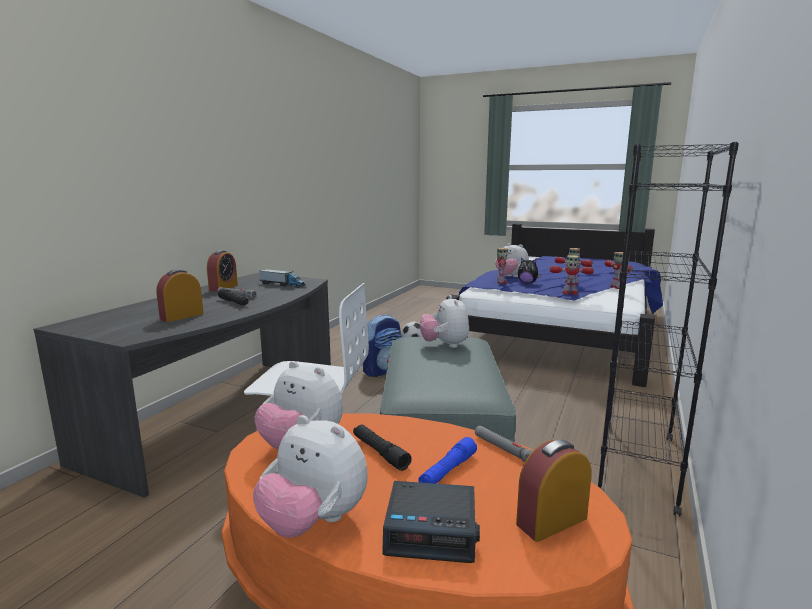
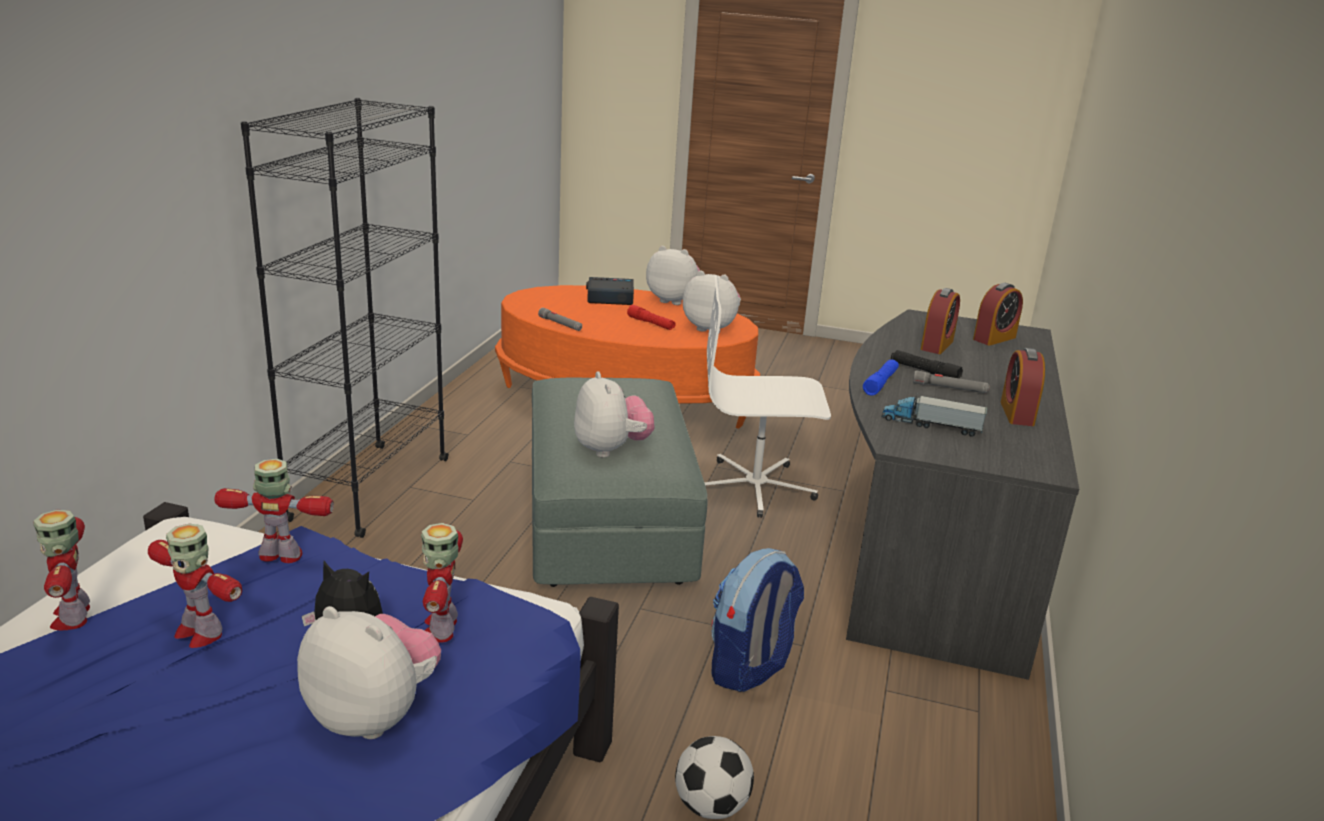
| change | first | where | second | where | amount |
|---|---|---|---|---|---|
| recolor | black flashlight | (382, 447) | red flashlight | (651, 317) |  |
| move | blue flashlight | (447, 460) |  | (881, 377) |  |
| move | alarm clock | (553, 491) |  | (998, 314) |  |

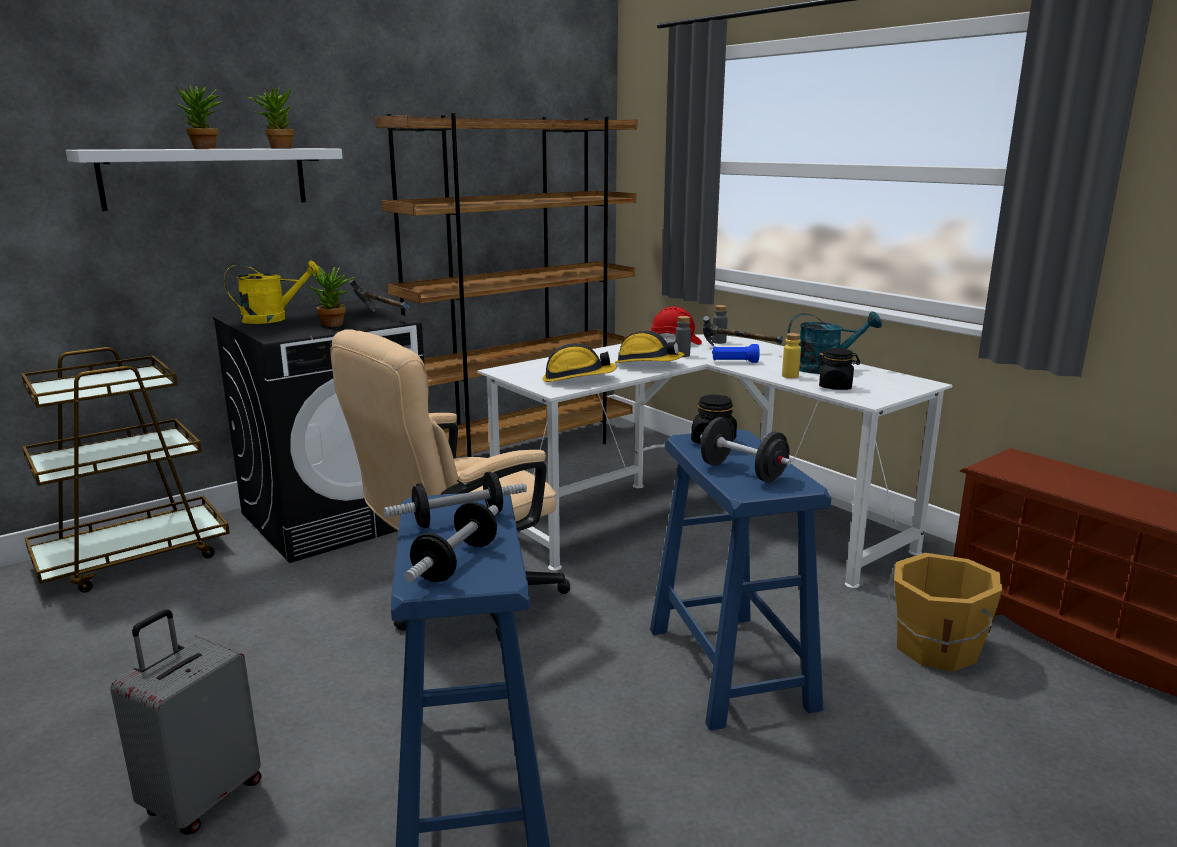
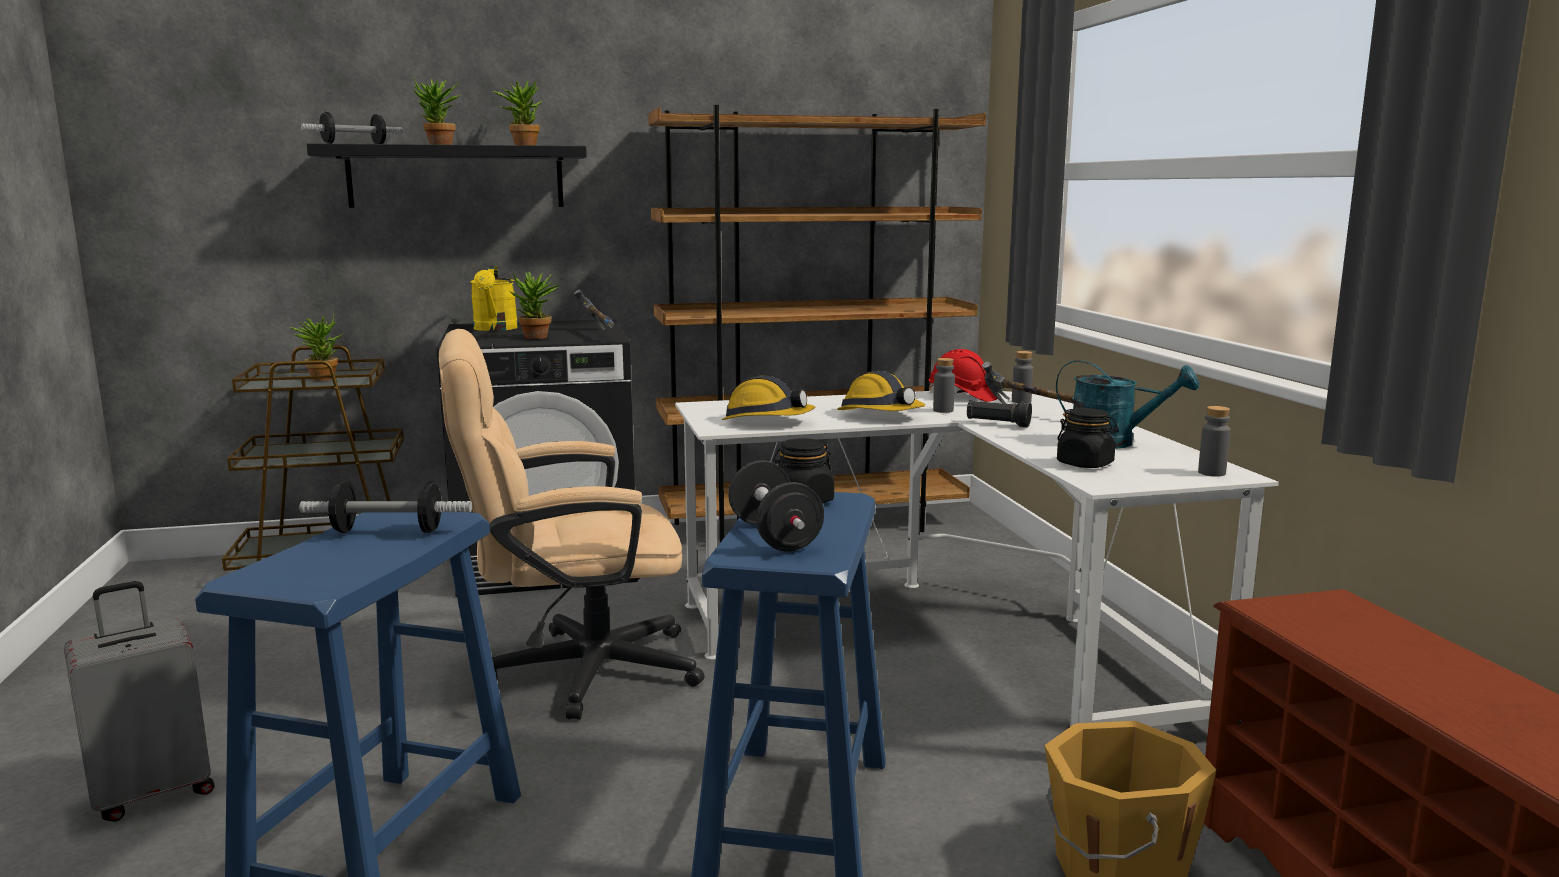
| change | first | where | second | where | amount |
|---|---|---|---|---|---|
| insert |  |  | potted plant | (316, 347) |  |
| move | dumbbell | (451, 542) |  | (351, 128) |  |
| recolor | white shelf | (204, 179) | black shelf | (446, 175) |  |
| rotate | yellow watering can | (272, 292) |  | (494, 298) | 75 degrees clockwise |
| recolor | blue flashlight | (736, 353) | black flashlight | (999, 413) |  |
| insert |  |  | grey bottle | (1214, 441) |  |
| delete | yellow bottle | (791, 355) |  |  |  |

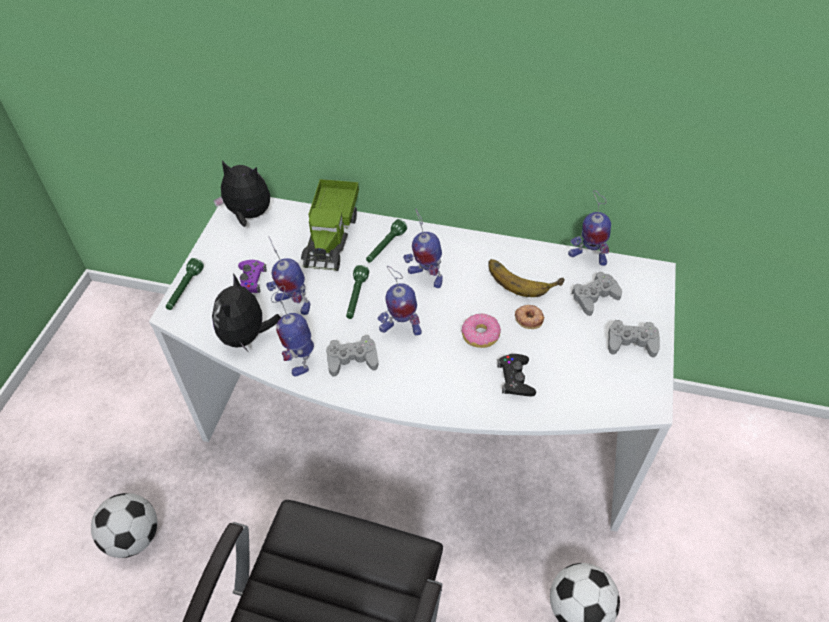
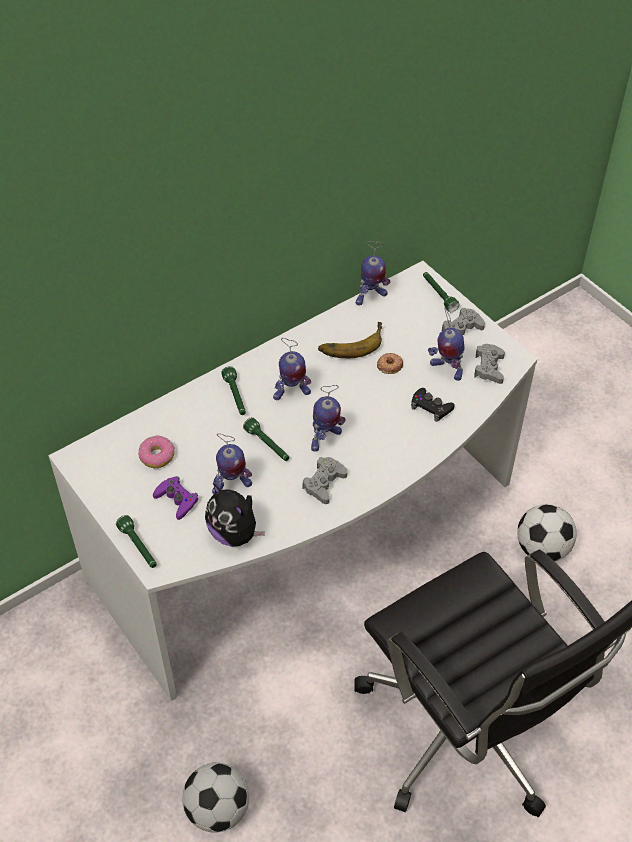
| change | first | where | second | where | amount |
|---|---|---|---|---|---|
| move | donut | (481, 330) |  | (156, 452) |  |
| insert |  |  | green flashlight | (441, 292) |  |
| move | toy robot | (292, 331) |  | (446, 344) |  |
| move | grey game controller | (597, 294) |  | (489, 364) |  |
| delete | plush toy | (241, 194) |  |  |  |
| delete | toy truck | (330, 225) |  |  |  |

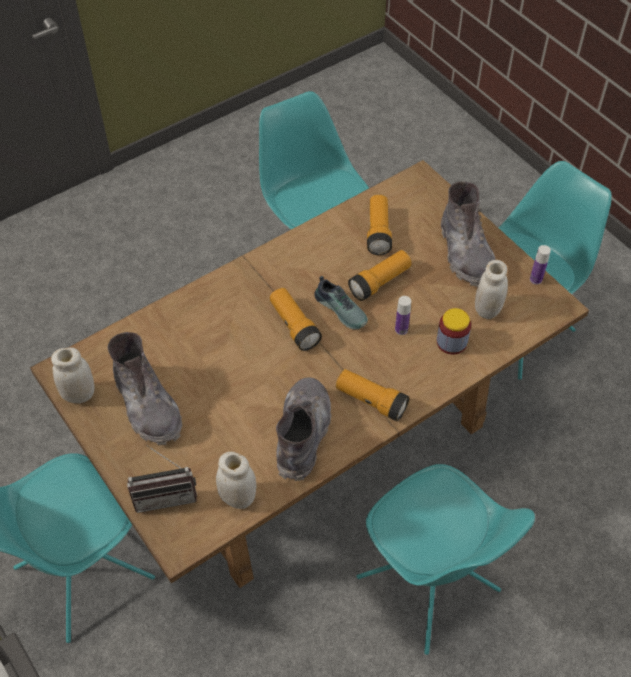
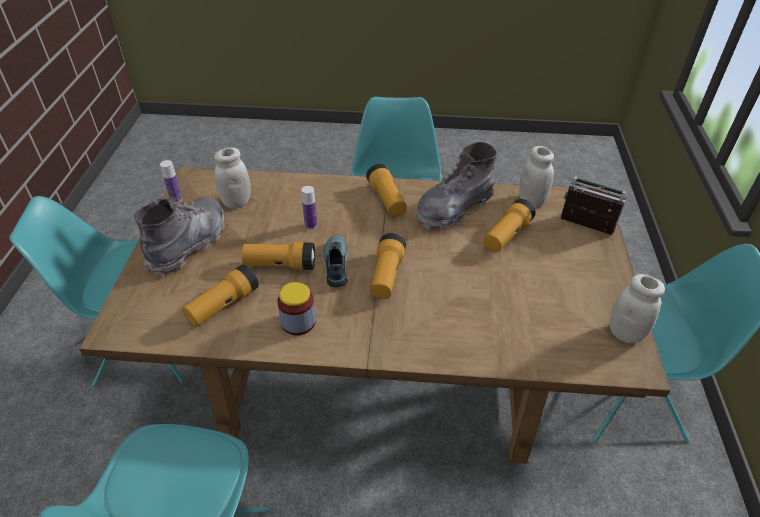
| change | first | where | second | where | amount |
|---|---|---|---|---|---|
| move | jar | (454, 331) |  | (296, 308) |  |
| insert |  |  | flashlight | (510, 225) |  |
| delete | grey boot | (145, 388) |  |  |  |

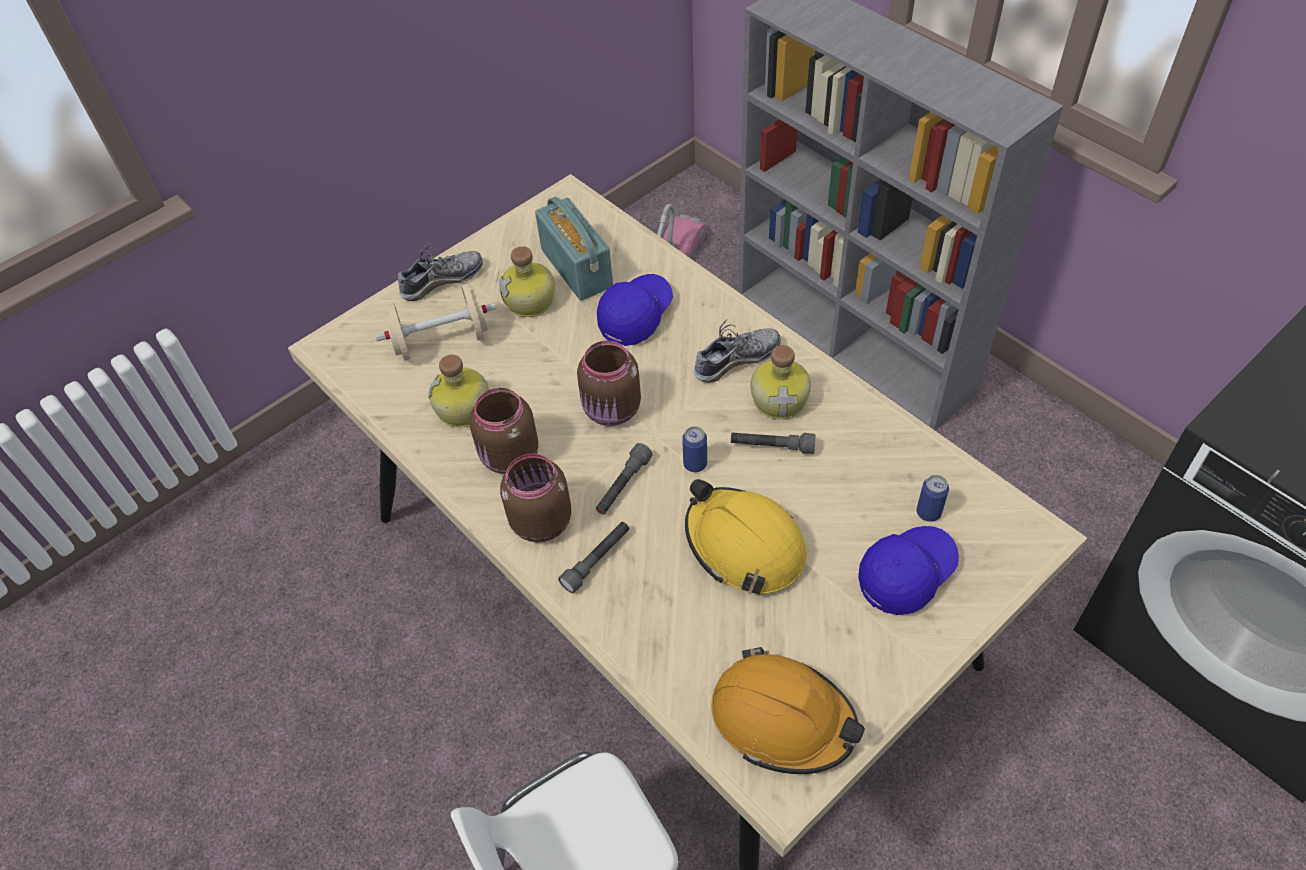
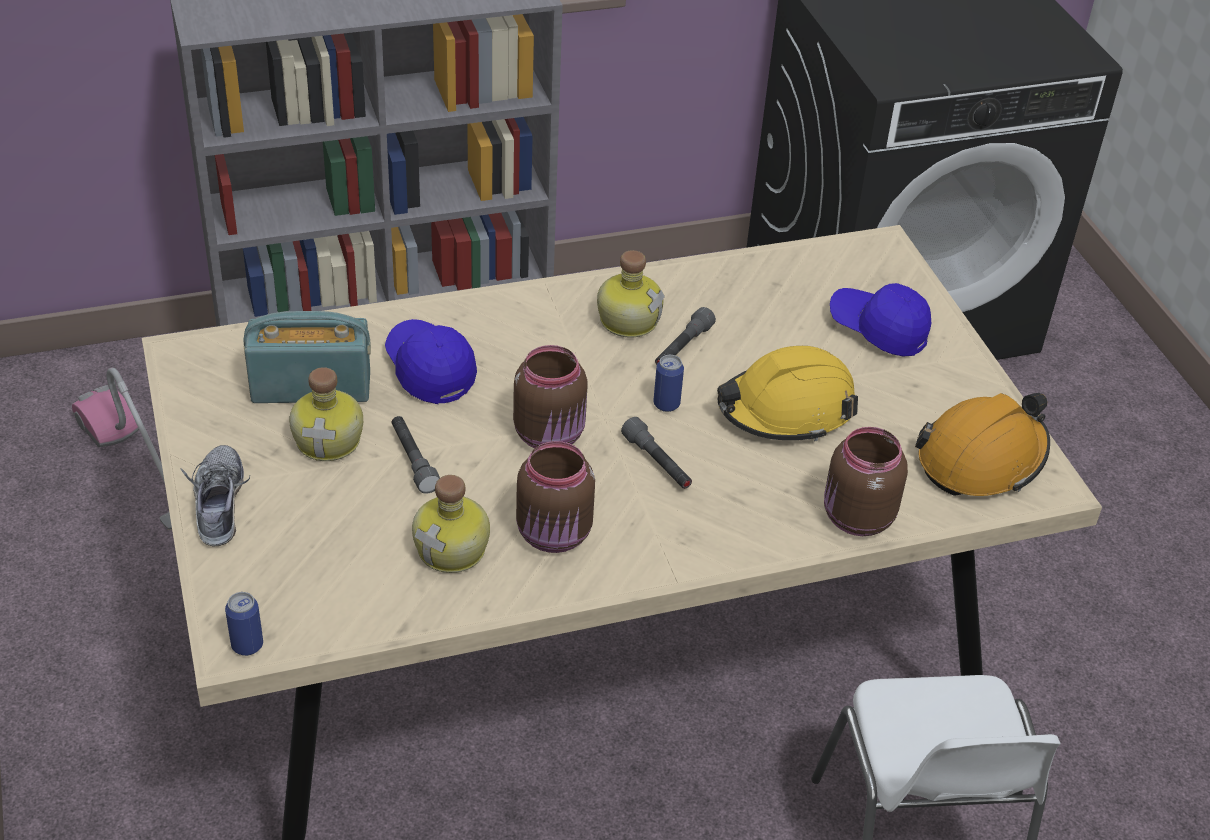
| change | first | where | second | where | amount |
|---|---|---|---|---|---|
| move | can | (933, 498) |  | (244, 624) |  |
| move | grey flashlight | (593, 557) |  | (415, 454) |  |
| move | brown jar | (535, 498) |  | (866, 481) |  |
| rotate | blue cap | (908, 570) |  | (880, 319) | 45 degrees counterclockwise |
| delete | beige dumbbell | (435, 322) |  |  |  |
| delete | shoe | (737, 351) |  |  |  |

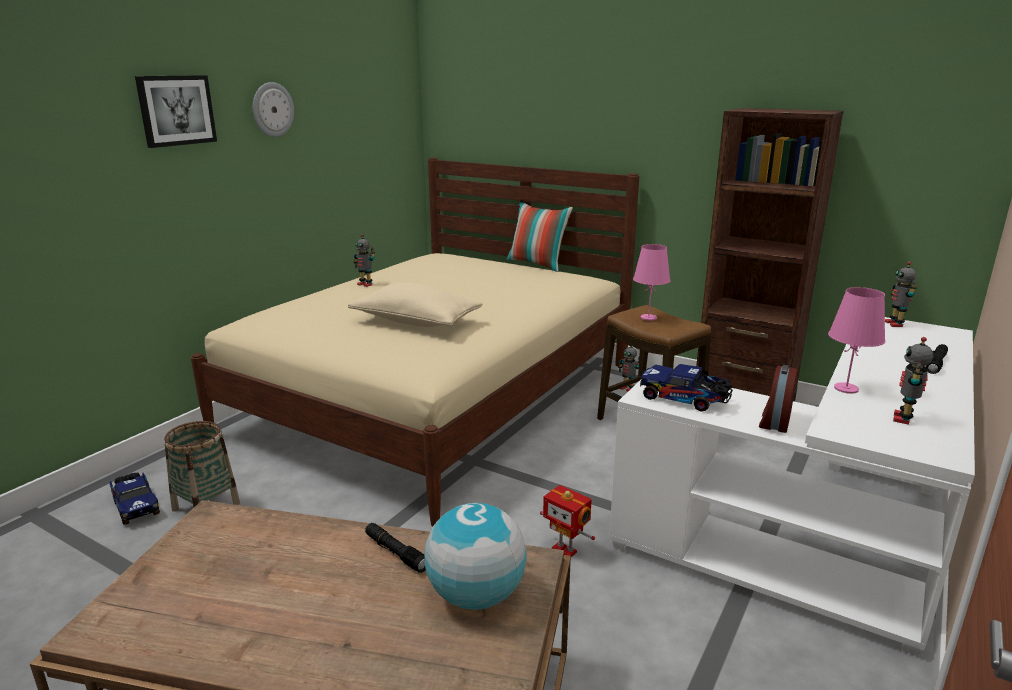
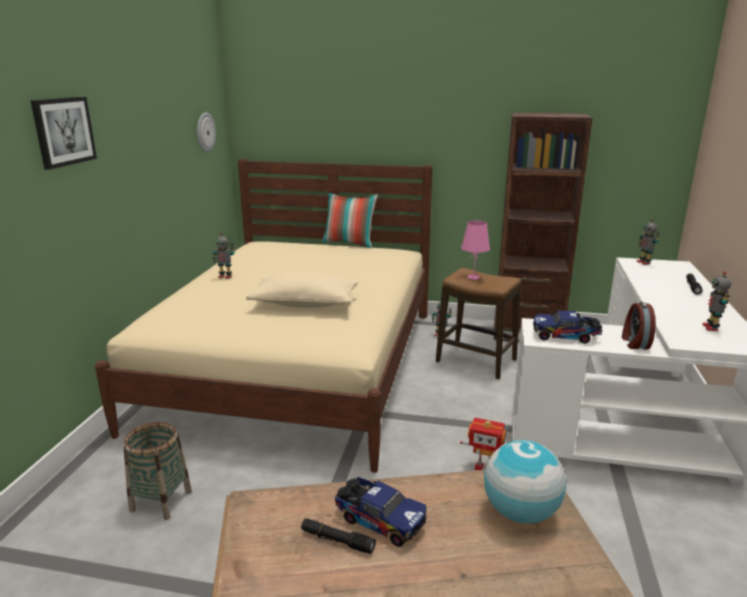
| change | first | where | second | where | amount |
|---|---|---|---|---|---|
| move | wall clock | (273, 109) |  | (206, 132) |  |
| move | black flashlight | (395, 548) |  | (338, 536) |  |
| move | toy truck | (134, 499) |  | (381, 512) |  |
| delete | pink table lamp | (856, 340) |  |  |  |

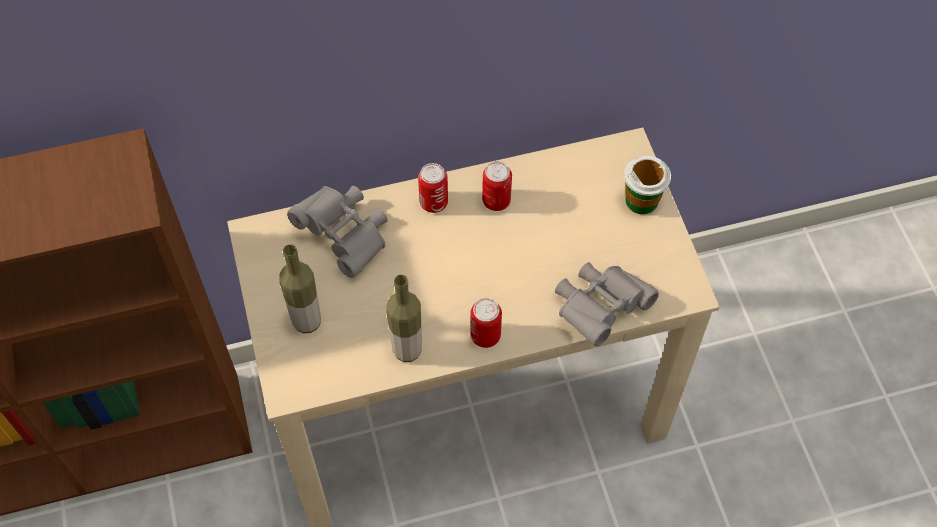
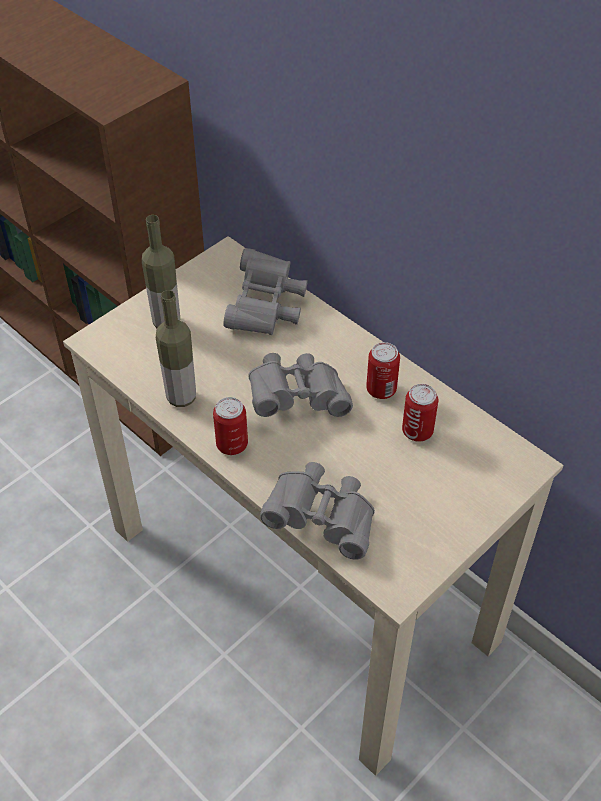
| change | first | where | second | where | amount |
|---|---|---|---|---|---|
| insert |  |  | grey binoculars | (300, 385) |  |
| move | can | (433, 188) |  | (420, 412) |  |
| delete | cup | (647, 185) |  |  |  |

